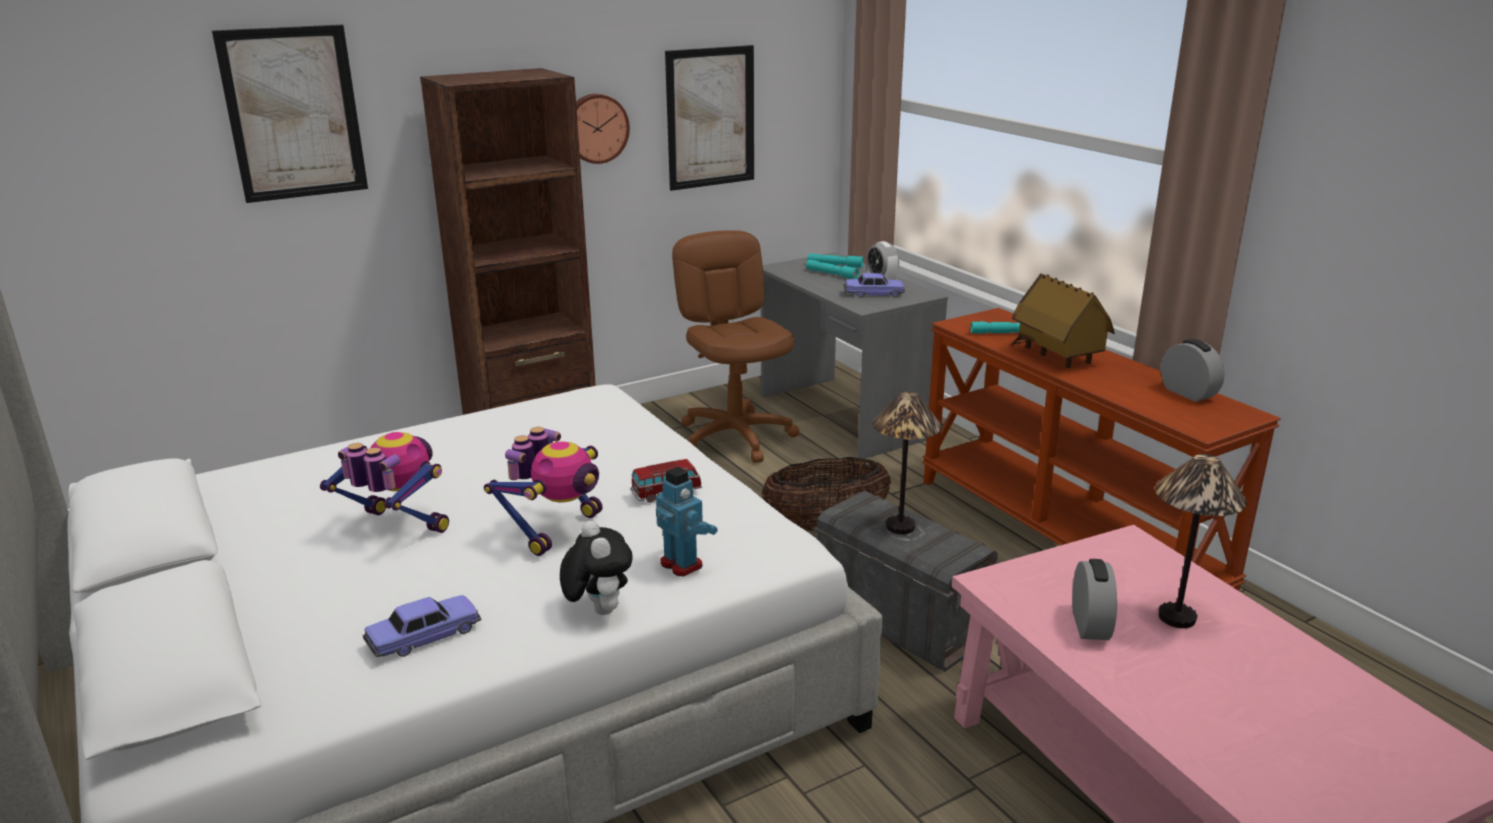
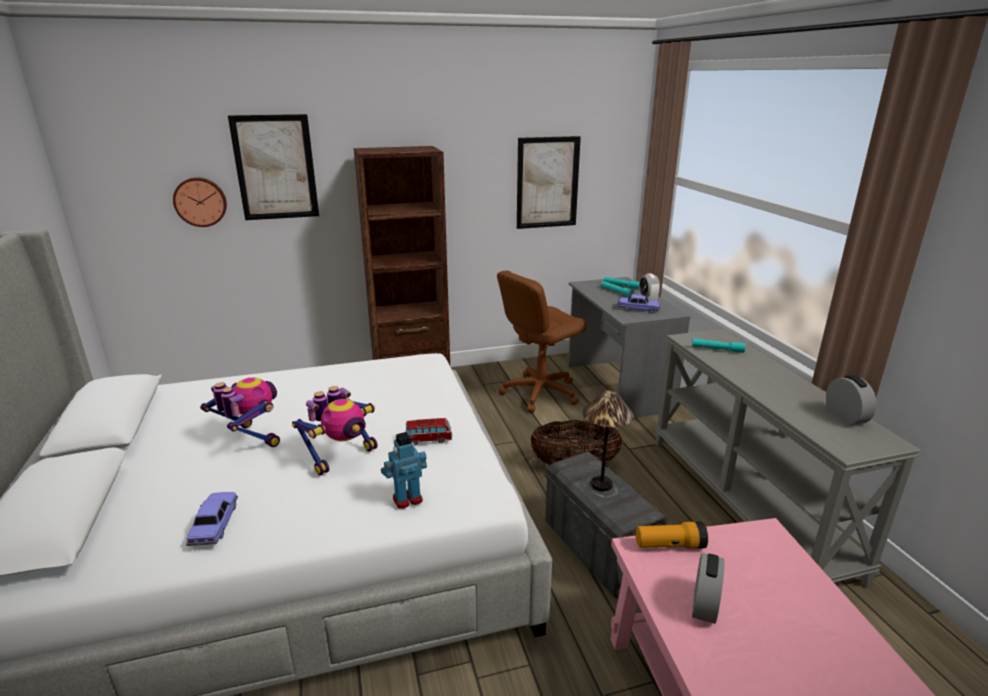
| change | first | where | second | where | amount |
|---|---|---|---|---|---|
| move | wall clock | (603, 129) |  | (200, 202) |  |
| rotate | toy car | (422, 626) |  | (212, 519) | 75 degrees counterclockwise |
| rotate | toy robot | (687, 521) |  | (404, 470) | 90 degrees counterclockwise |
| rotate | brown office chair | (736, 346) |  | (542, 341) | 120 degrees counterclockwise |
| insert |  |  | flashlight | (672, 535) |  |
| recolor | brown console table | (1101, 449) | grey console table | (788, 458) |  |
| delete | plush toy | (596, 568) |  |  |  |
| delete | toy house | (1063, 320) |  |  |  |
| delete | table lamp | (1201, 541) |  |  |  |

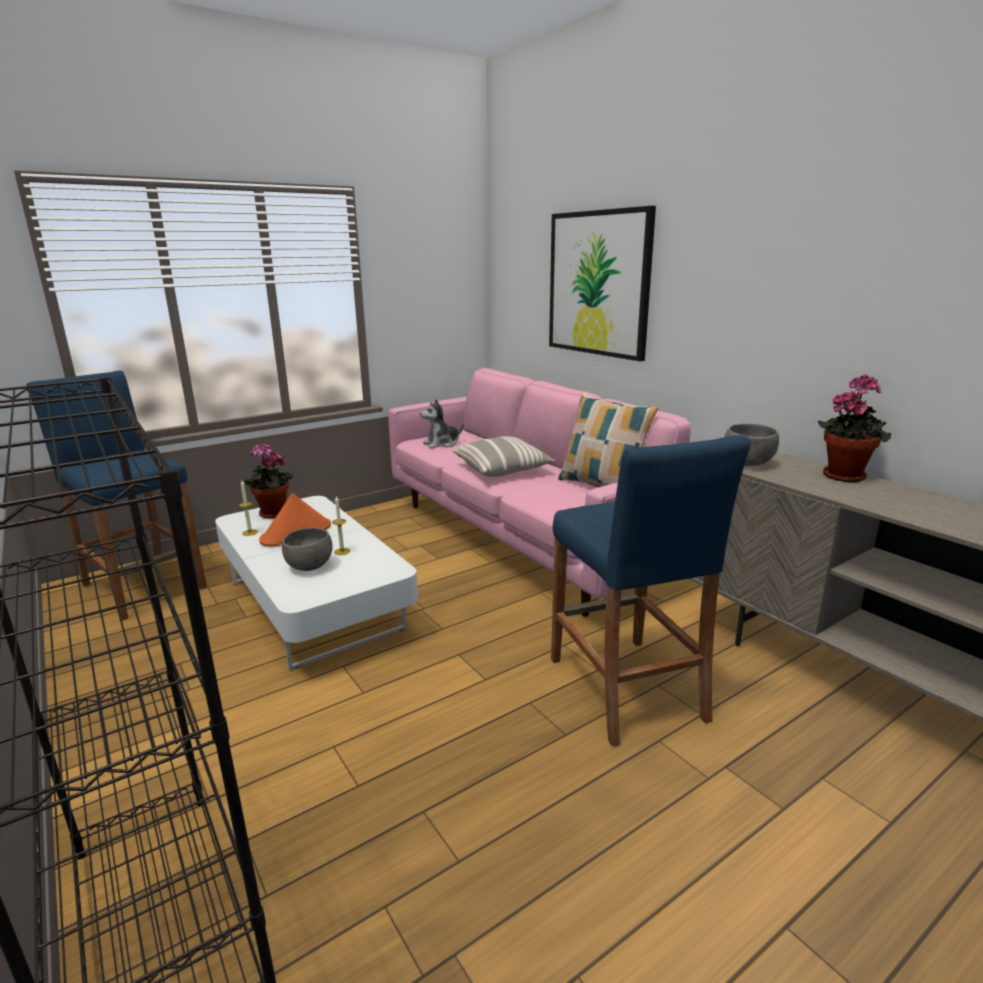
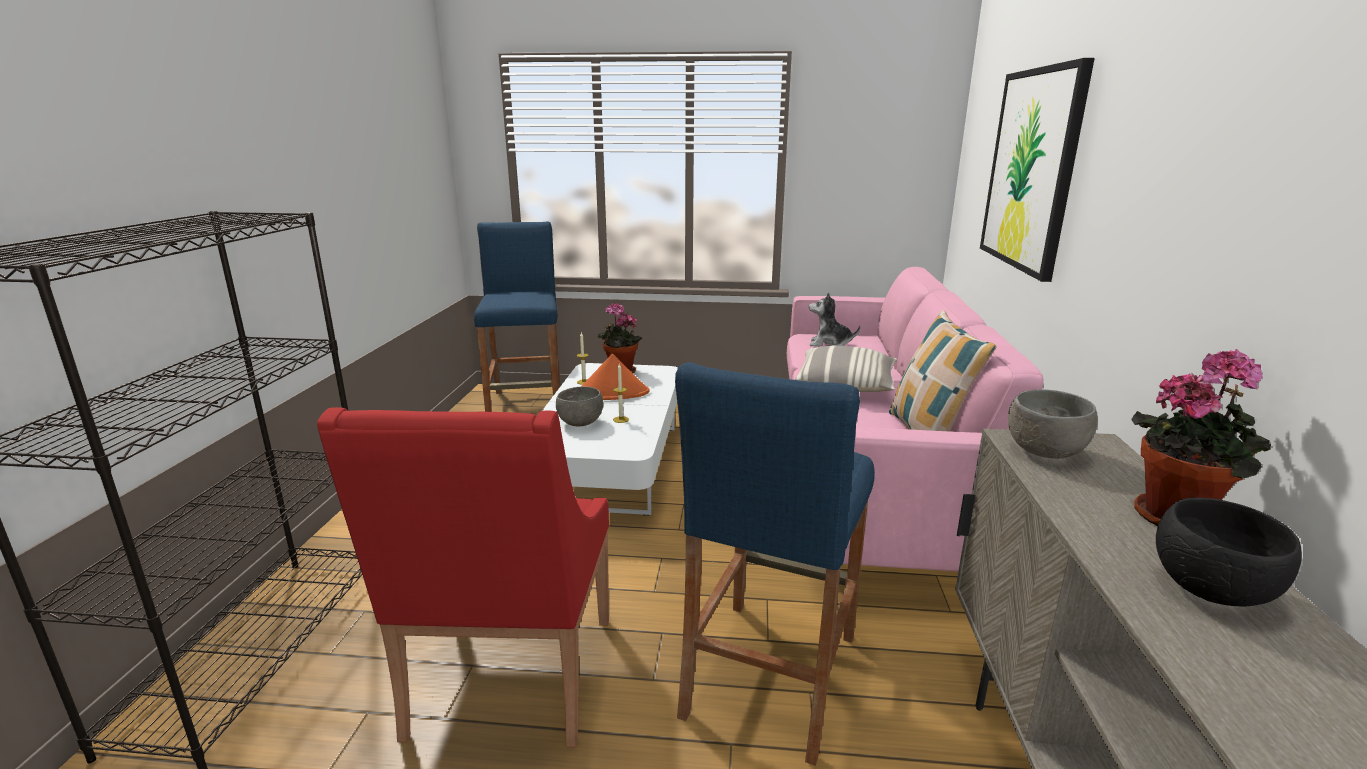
| change | first | where | second | where | amount |
|---|---|---|---|---|---|
| insert |  |  | red armchair | (463, 577) |  |
| insert |  |  | black bowl | (1229, 551) |  |

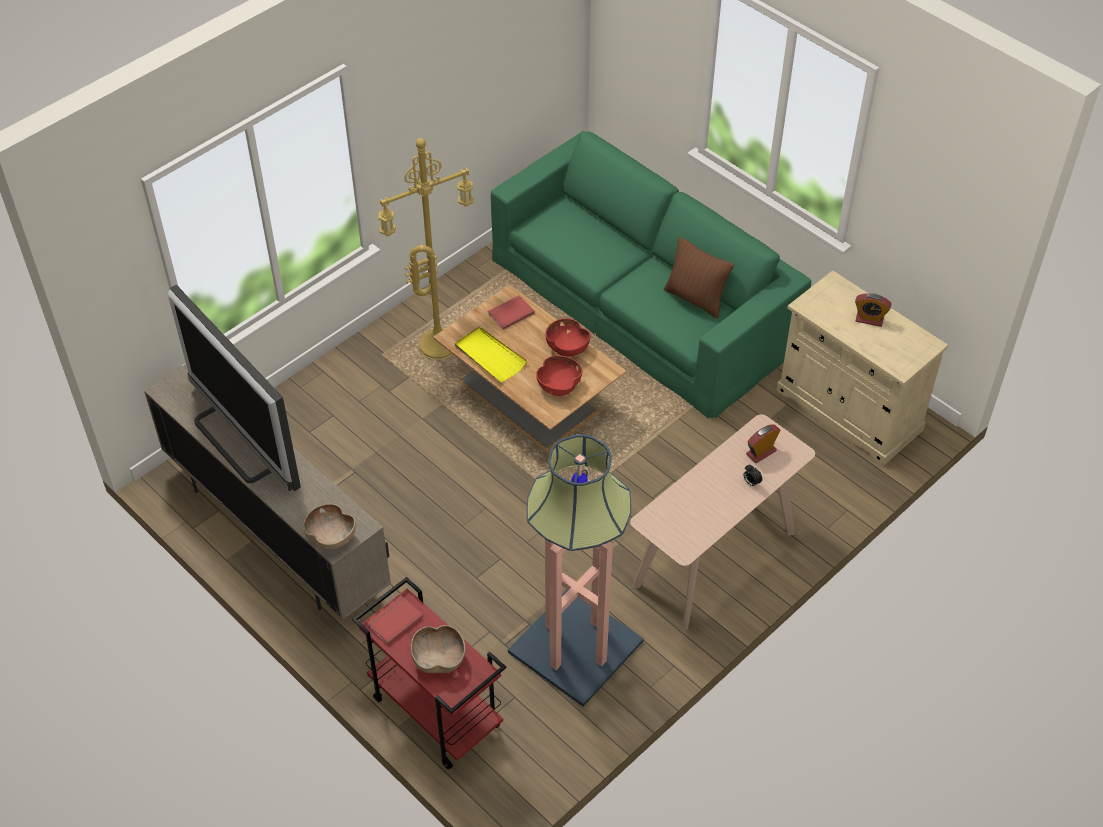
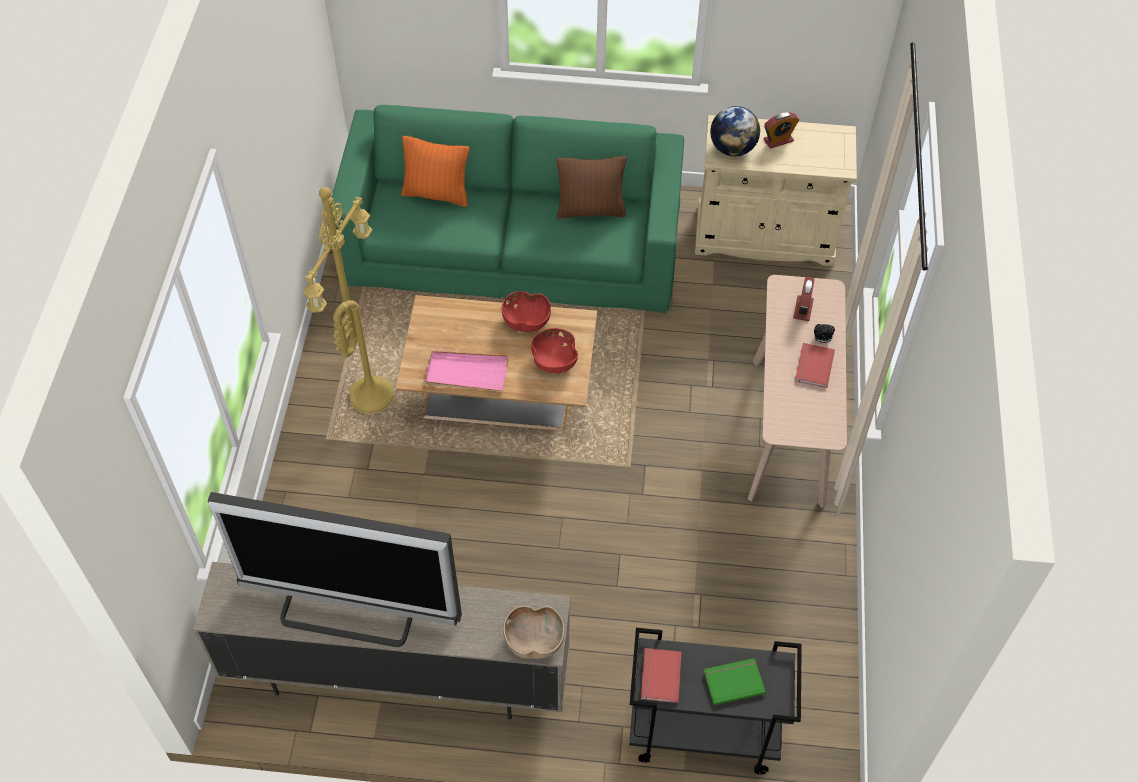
| change | first | where | second | where | amount |
|---|---|---|---|---|---|
| insert |  |  | orange pillow | (435, 171) |  |
| recolor | yellow tray | (491, 354) | pink tray | (467, 371) |  |
| recolor | red cart | (429, 673) | black cart | (715, 701) |  |
| replace | brown bowl | (438, 649) | green book | (735, 681) |  |
| insert |  |  | globe | (735, 131) |  |
| move | red book | (511, 312) |  | (815, 365) |  |
| delete | floor lamp | (576, 570) |  |  |  |

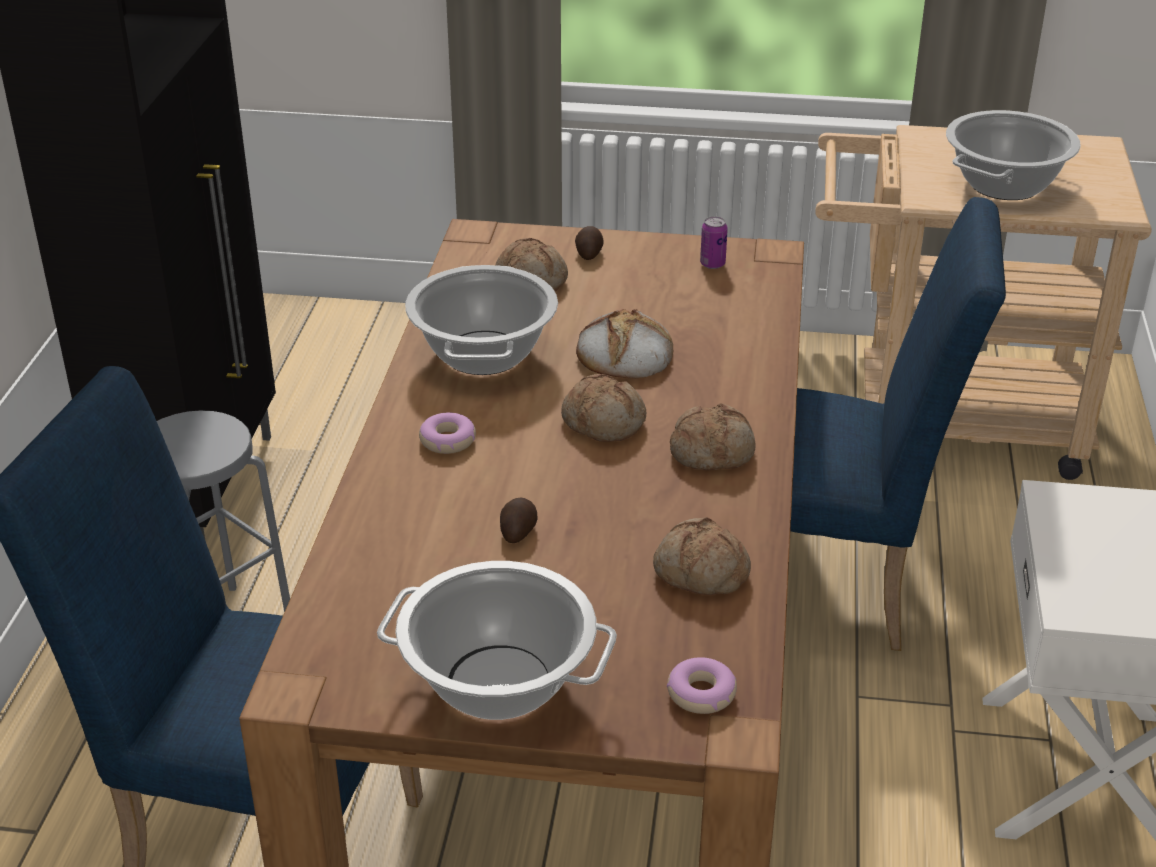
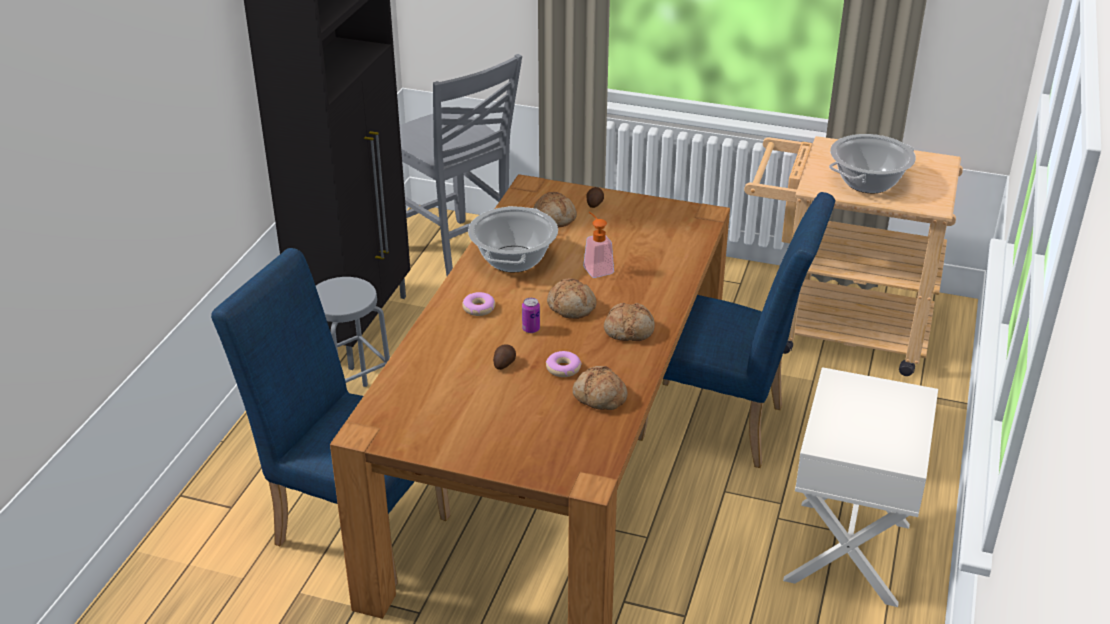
| change | first | where | second | where | amount |
|---|---|---|---|---|---|
| insert |  |  | grey chair | (460, 165) |  |
| move | can | (714, 243) |  | (531, 315) |  |
| move | donut | (702, 685) |  | (564, 364) |  |
| replace | bread | (624, 344) | soap dispenser | (598, 245) |  |
| delete | cooking pot | (497, 640) |  |  |  |

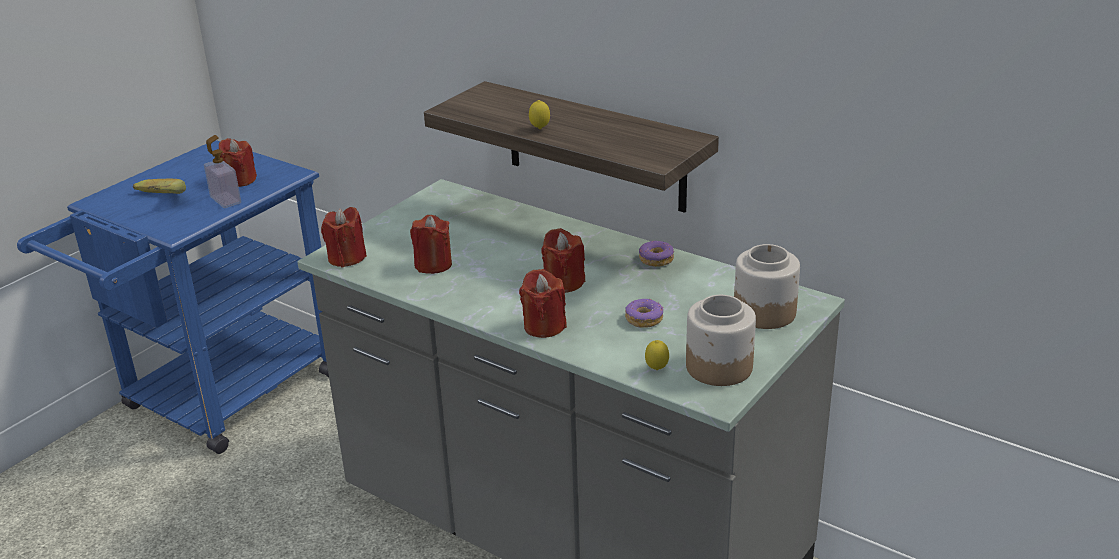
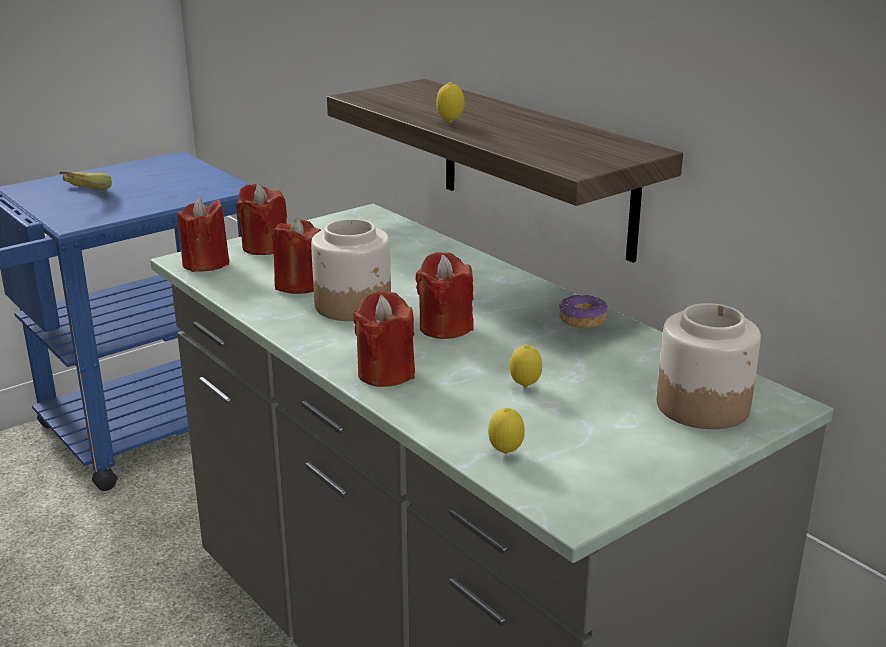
| change | first | where | second | where | amount |
|---|---|---|---|---|---|
| move | red candle | (238, 162) |  | (262, 219) |  |
| move | jar | (721, 340) |  | (351, 270) |  |
| replace | donut | (644, 313) | lemon | (526, 366) |  |
| delete | soap dispenser | (222, 171) |  |  |  |

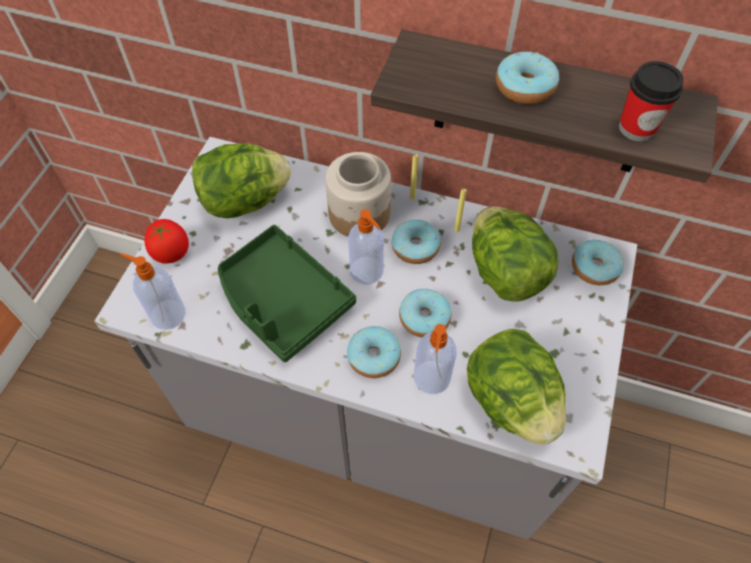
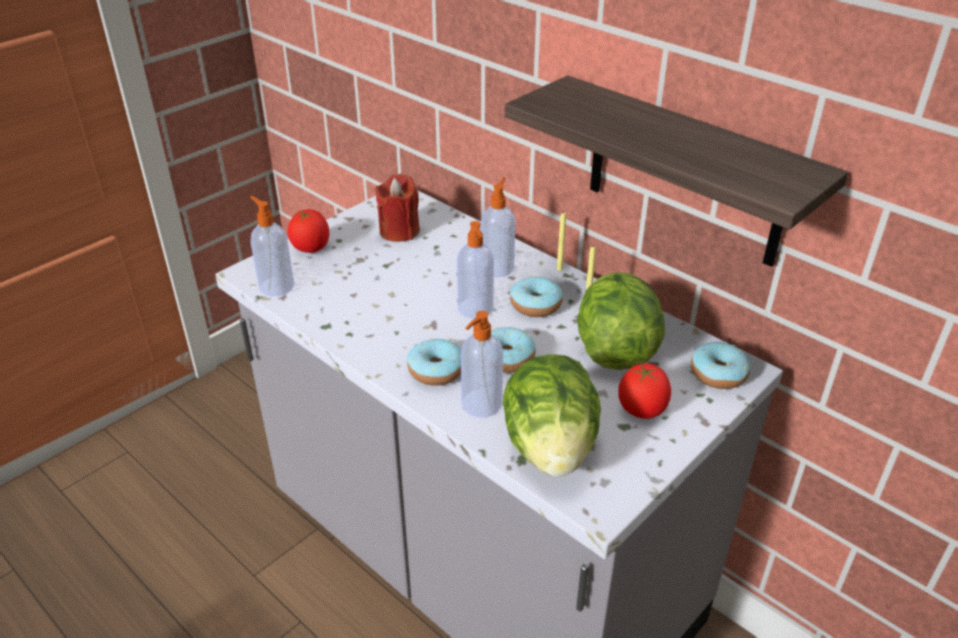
| change | first | where | second | where | amount |
|---|---|---|---|---|---|
| replace | lettuce | (241, 180) | red candle | (397, 208) |  |
| replace | jar | (358, 194) | soap dispenser | (498, 227) |  |
| insert |  |  | tomato | (644, 390) |  |
| delete | green tray | (287, 293) |  |  |  |
| delete | donut | (527, 78) |  |  |  |
| delete | cup | (651, 101) |  |  |  |

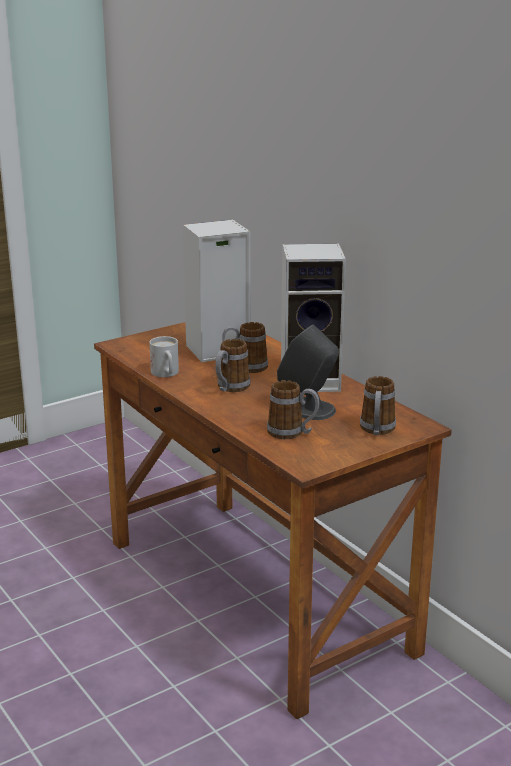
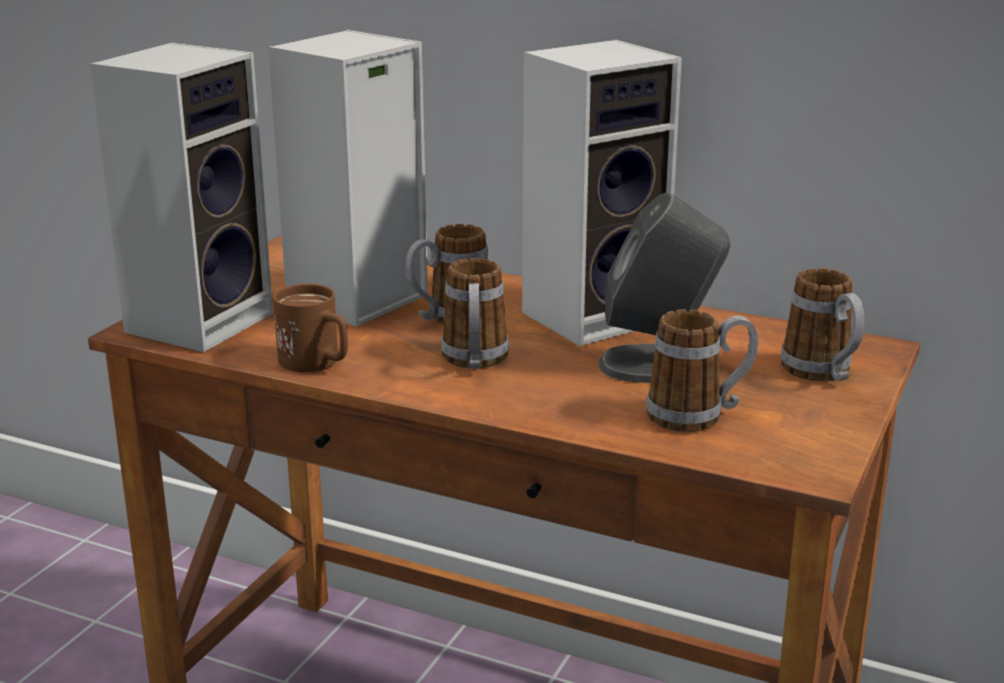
| change | first | where | second | where | amount |
|---|---|---|---|---|---|
| insert |  |  | speaker | (181, 197) |  |
| recolor | white mug | (164, 356) | brown mug | (310, 328) |  |

